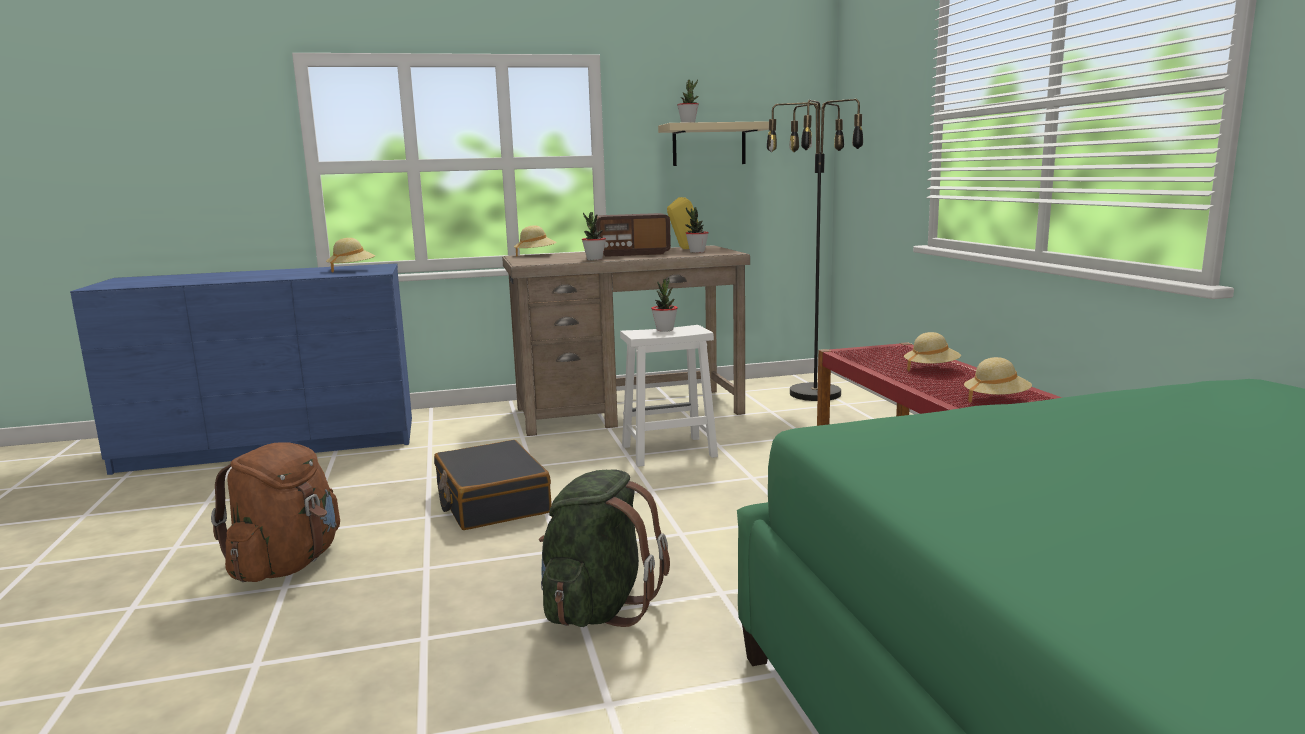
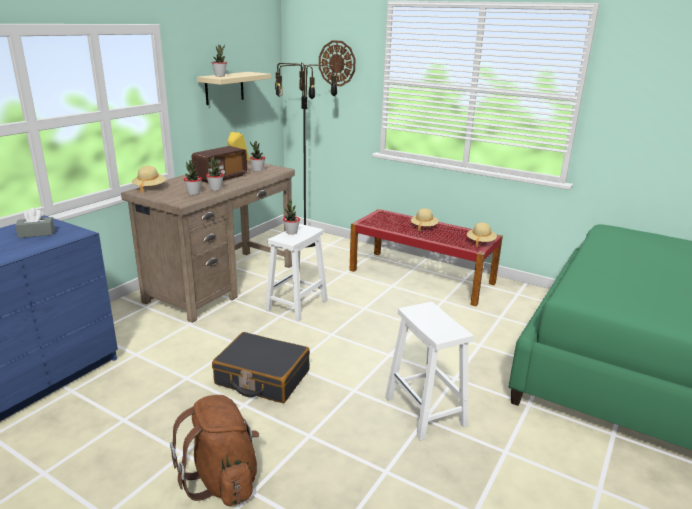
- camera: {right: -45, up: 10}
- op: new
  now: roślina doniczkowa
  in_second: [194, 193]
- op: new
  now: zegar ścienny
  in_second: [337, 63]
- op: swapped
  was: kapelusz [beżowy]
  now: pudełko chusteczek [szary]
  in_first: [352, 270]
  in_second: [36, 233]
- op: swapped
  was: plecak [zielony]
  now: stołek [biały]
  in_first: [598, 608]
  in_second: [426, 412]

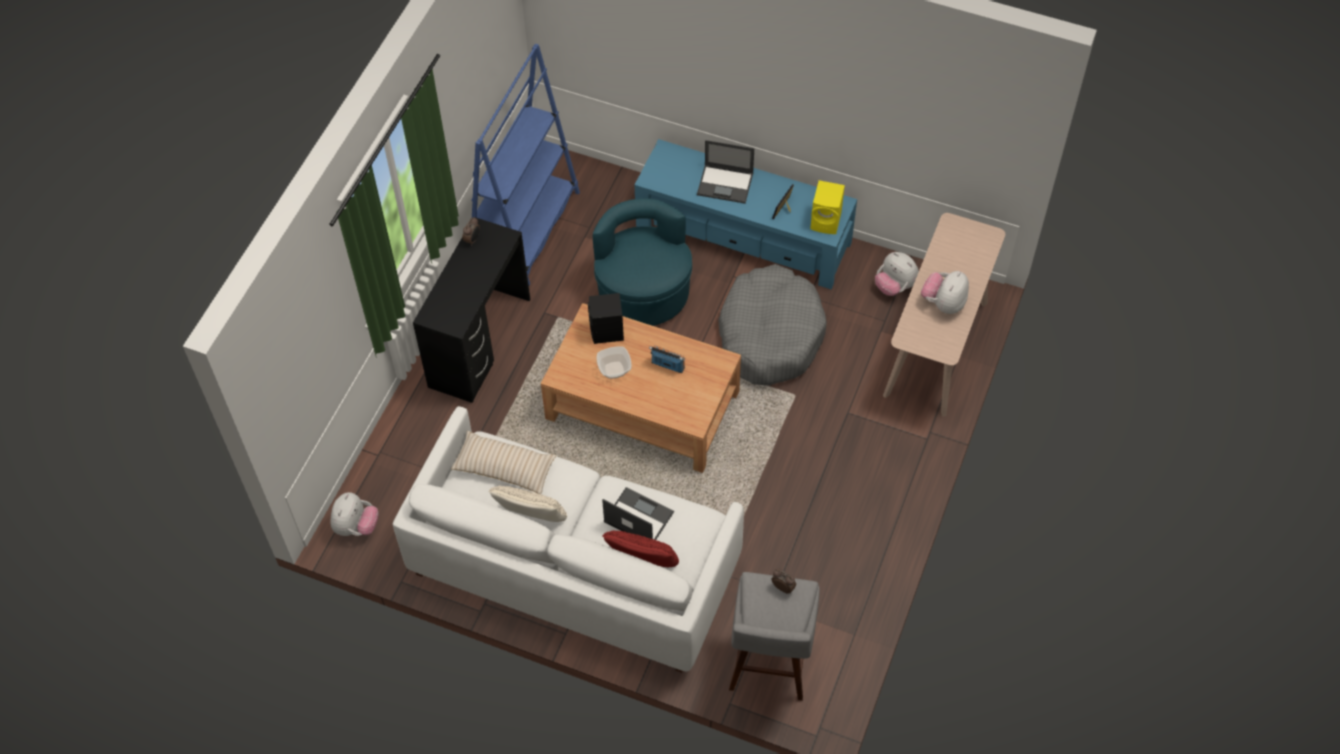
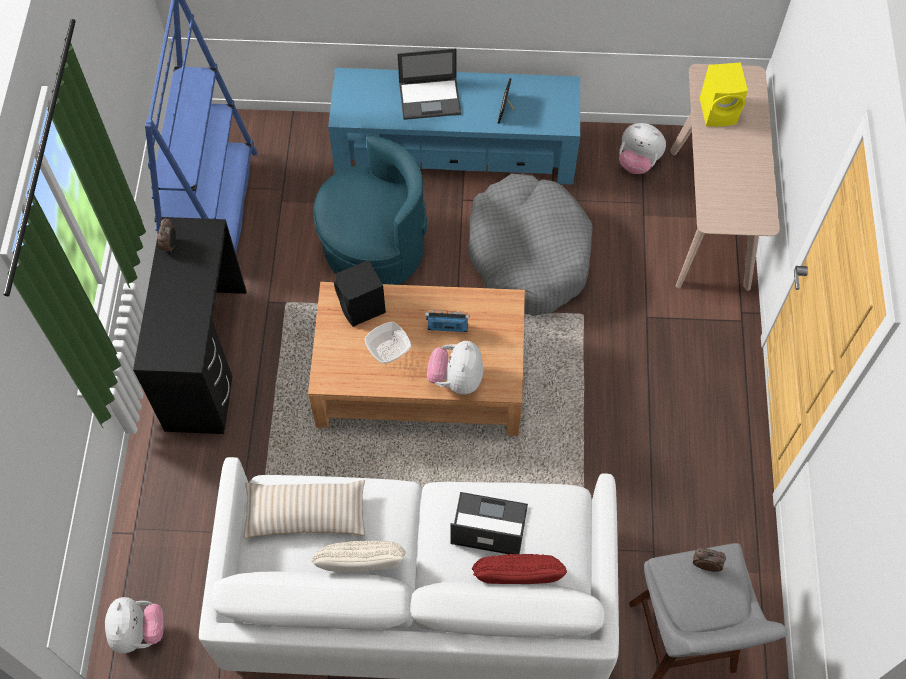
- camera: {right: -20, up: 5}
- op: shifted
  was: głośnik [żółty]
  in_first: [827, 221]
  in_second: [719, 111]
- op: shifted
  was: pluszak
  in_first: [943, 303]
  in_second: [456, 379]
- op: rotated
  was: fotel [turkusowy]
  in_first: [644, 295]
  in_second: [373, 249]
  clockwise: 105

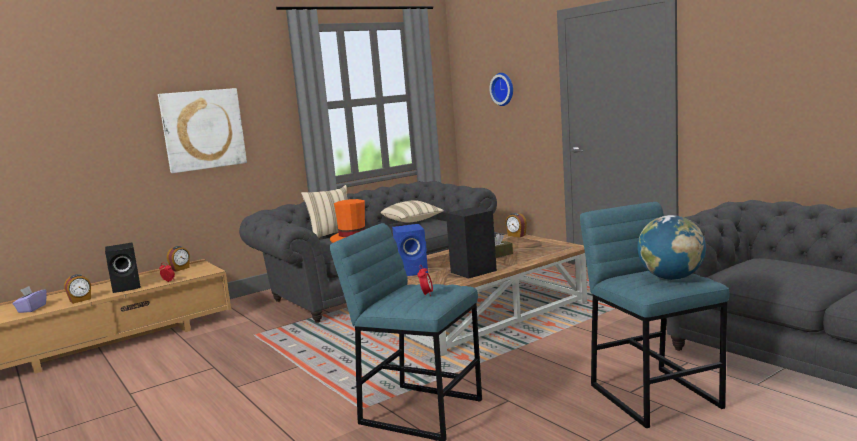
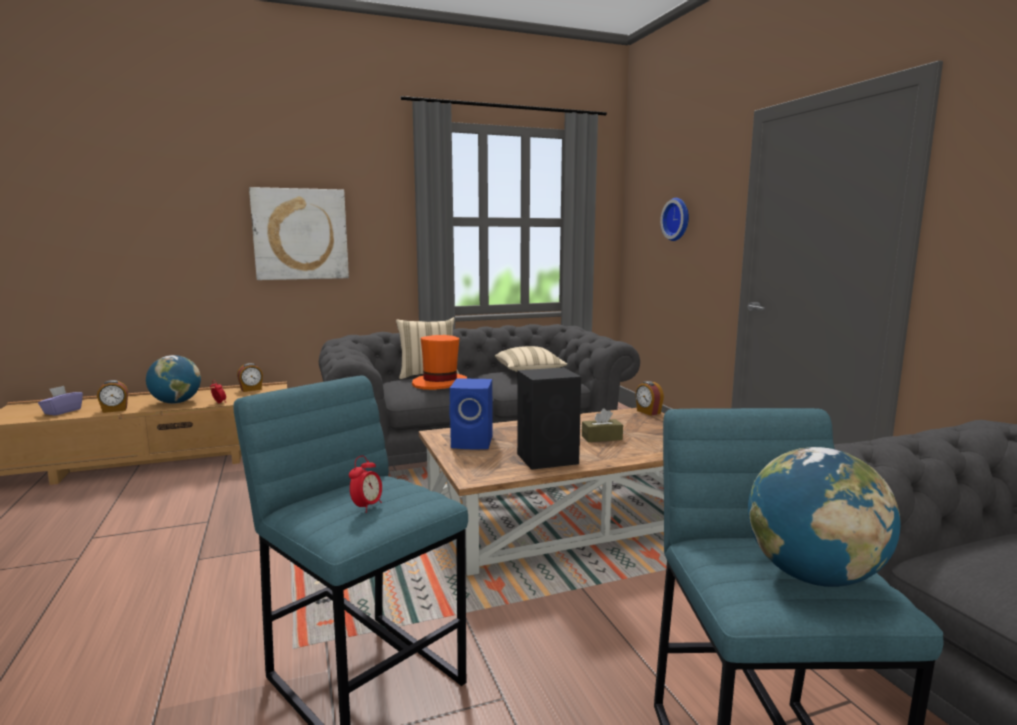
- camera: {right: 15, up: 0}
- op: swapped
  was: głośnik [czarny]
  now: globus
  in_first: [128, 287]
  in_second: [176, 402]

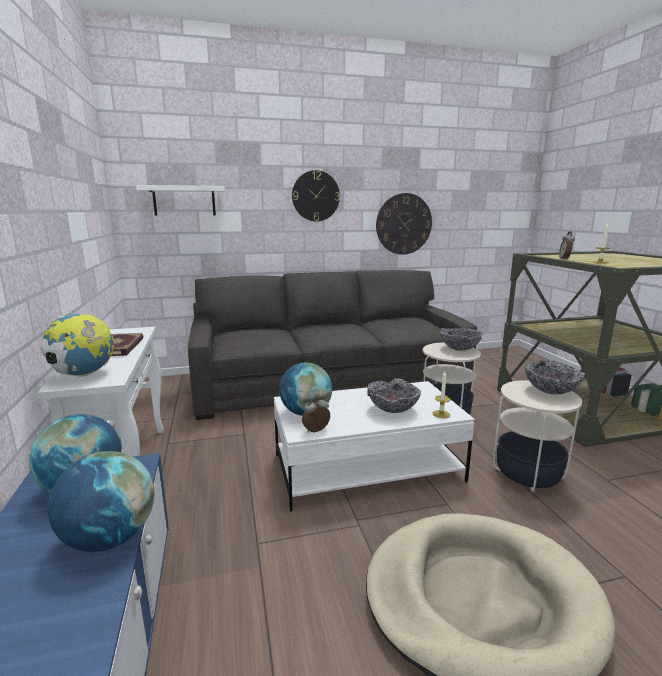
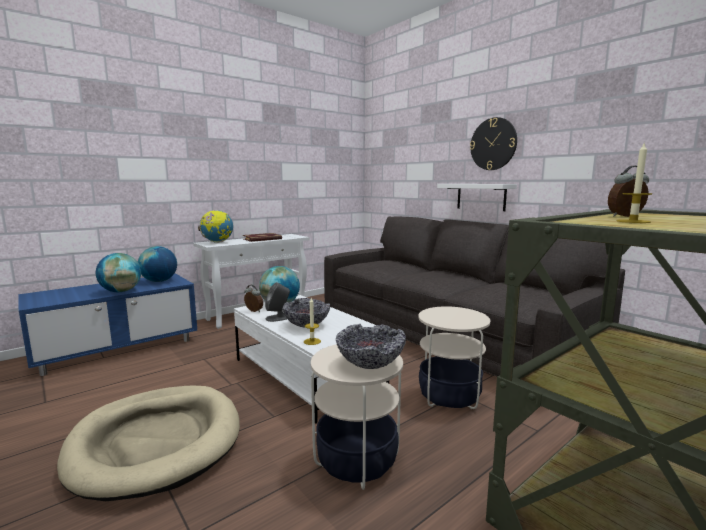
- camera: {right: 65, up: -5}
- op: gone
  was: zegar ścienny
  in_first: [404, 224]
- op: gone
  was: miska
  in_first: [459, 349]
- op: new
  now: głośnik [szary]
  in_second: [278, 318]
- op: shifted
  was: półka [biały]
  in_first: [184, 201]
  in_second: [481, 196]

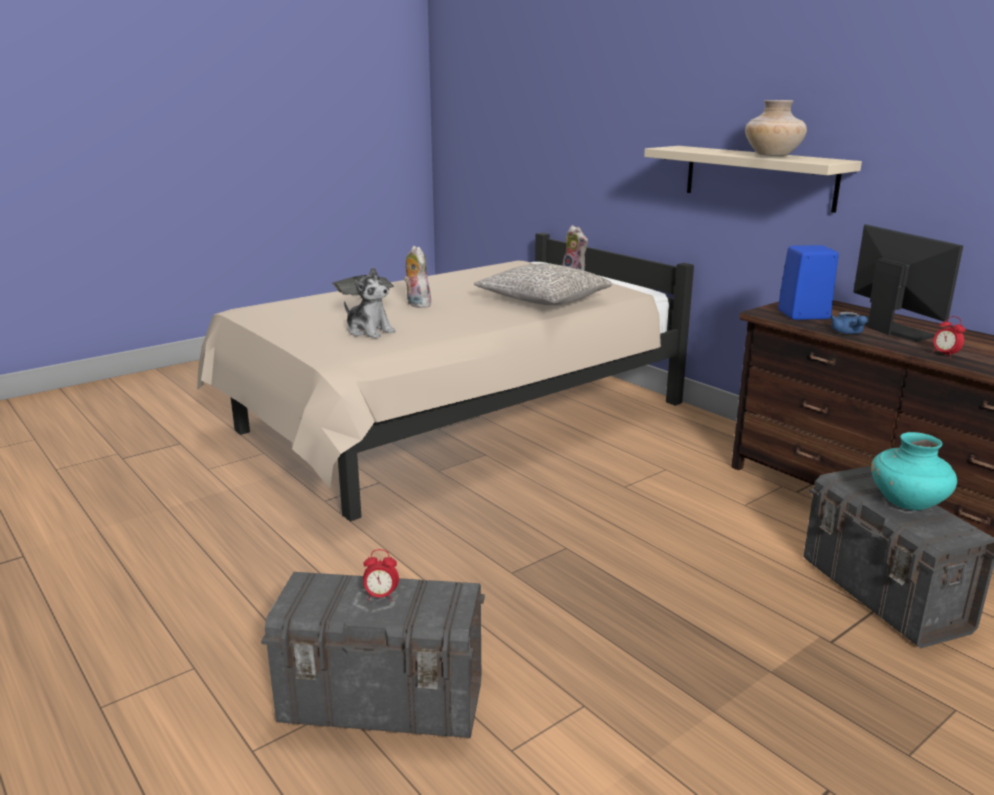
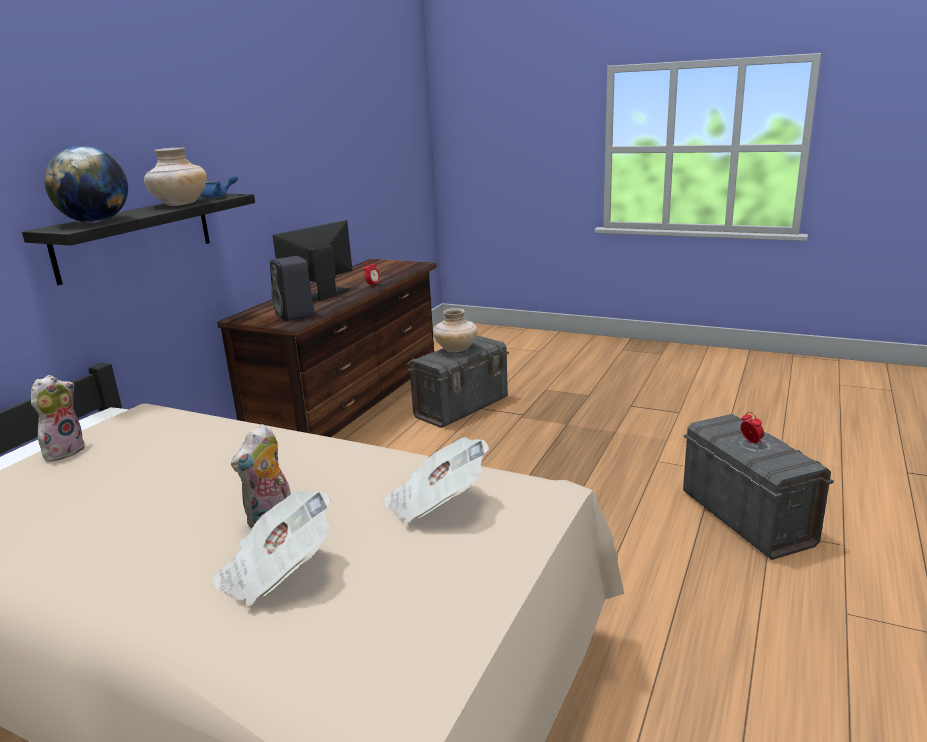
- camera: {right: -115, up: 0}
- op: gone
  was: poduszka [szary]
  in_first: [542, 300]
- op: new
  now: globus
  in_second: [96, 221]
- op: shifted
  was: imbryk [niebieski]
  in_first: [848, 333]
  in_second: [218, 196]
- op: swapped
  was: pluszak
  now: gazeta
  in_first: [369, 331]
  in_second: [436, 503]
- op: repainted
  was: półka [beżowy]
  now: półka [czarny]
  in_first: [759, 177]
  in_second: [135, 236]
- op: repainted
  was: głośnik [niebieski]
  now: głośnik [czarny]
  in_first: [802, 315]
  in_second: [296, 315]
- op: repainted
  was: wazon [turkusowy]
  now: wazon [beżowy]
  in_first: [908, 503]
  in_second: [456, 349]

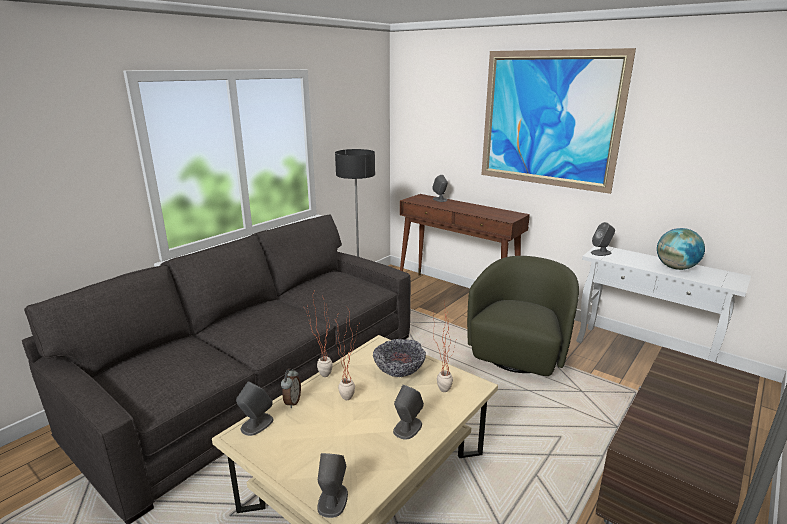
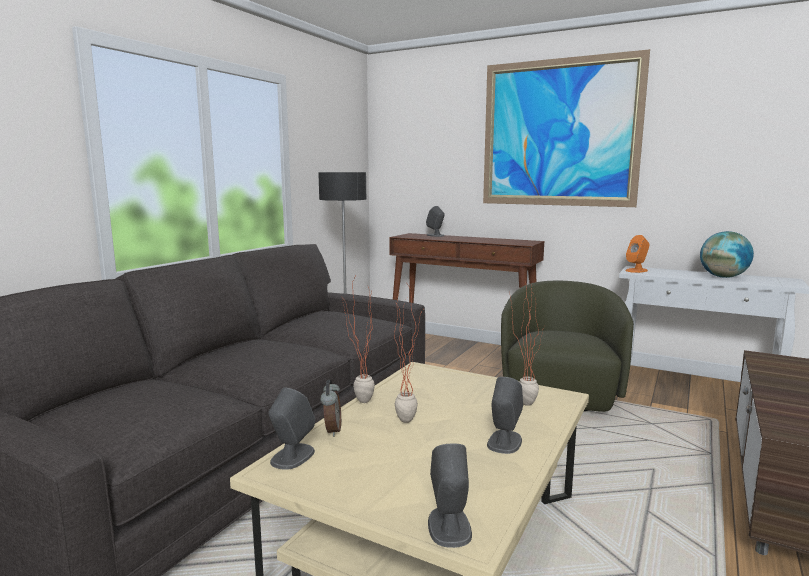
- camera: {right: -10, up: -10}
- op: gone
  was: miska
  in_first: [398, 371]
- op: repainted
  was: głośnik [szary]
  now: głośnik [pomarańczowy]
  in_first: [601, 252]
  in_second: [636, 270]

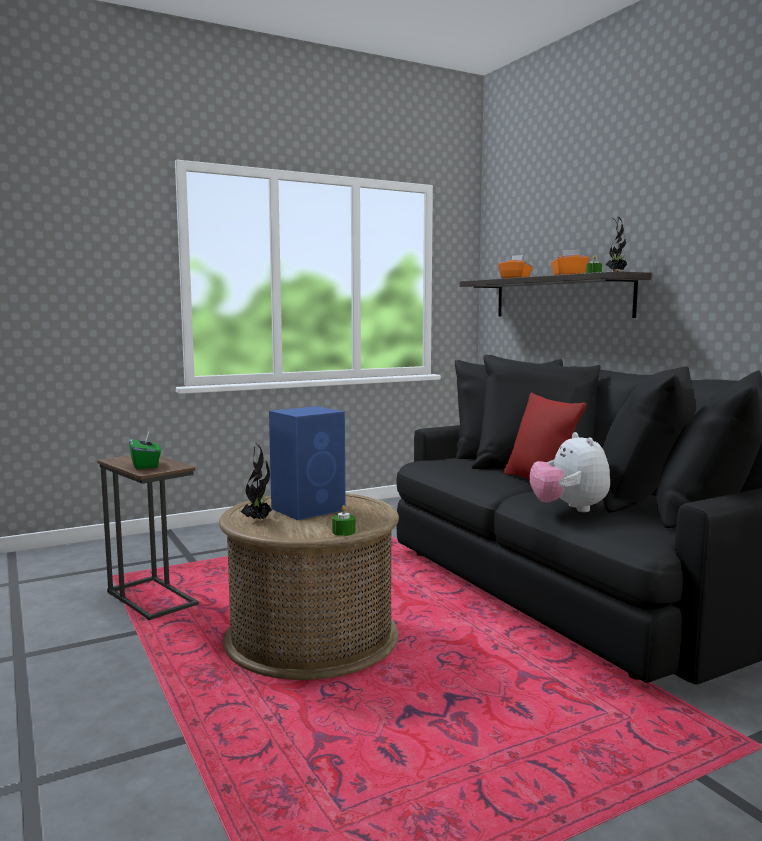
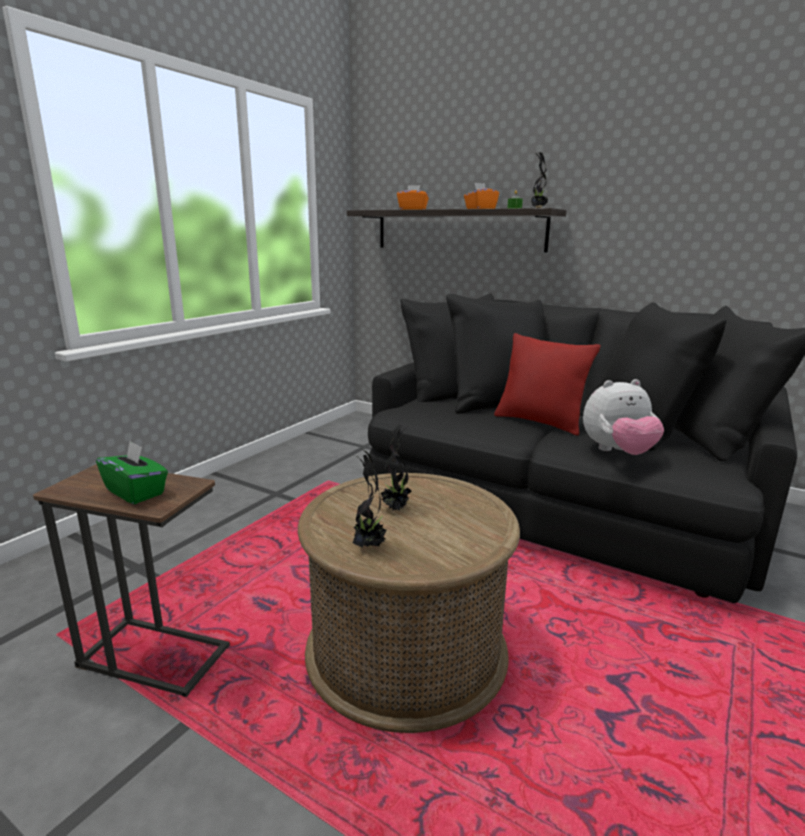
- camera: {right: -30, up: 10}
- op: gone
  was: świeca [zielony]
  in_first: [343, 532]
- op: swapped
  was: głośnik [niebieski]
  now: roślina doniczkowa
  in_first: [309, 509]
  in_second: [396, 509]
- op: rotated
  was: pluszak
  in_first: [569, 509]
  in_second: [618, 452]
  clockwise: -60

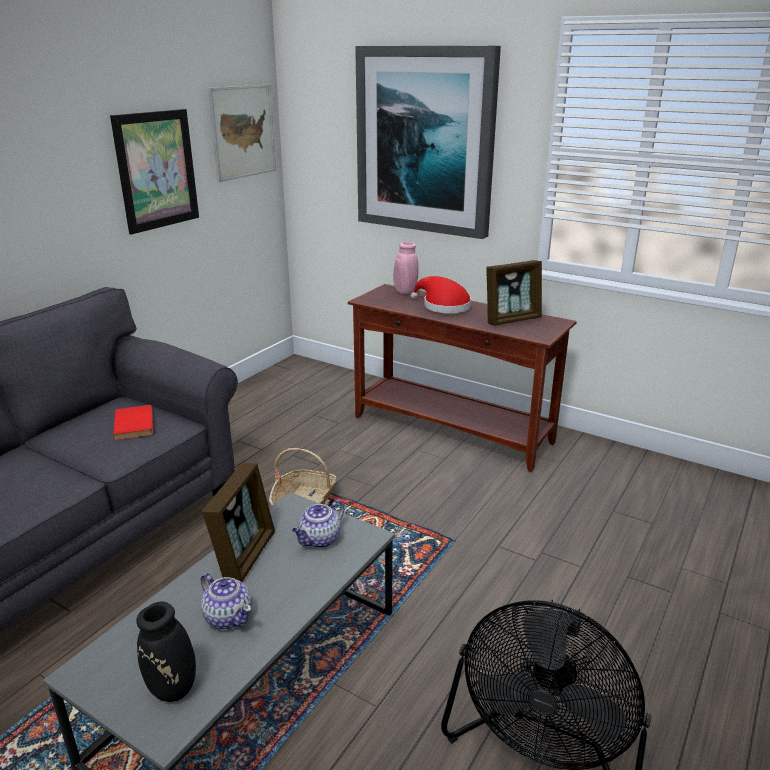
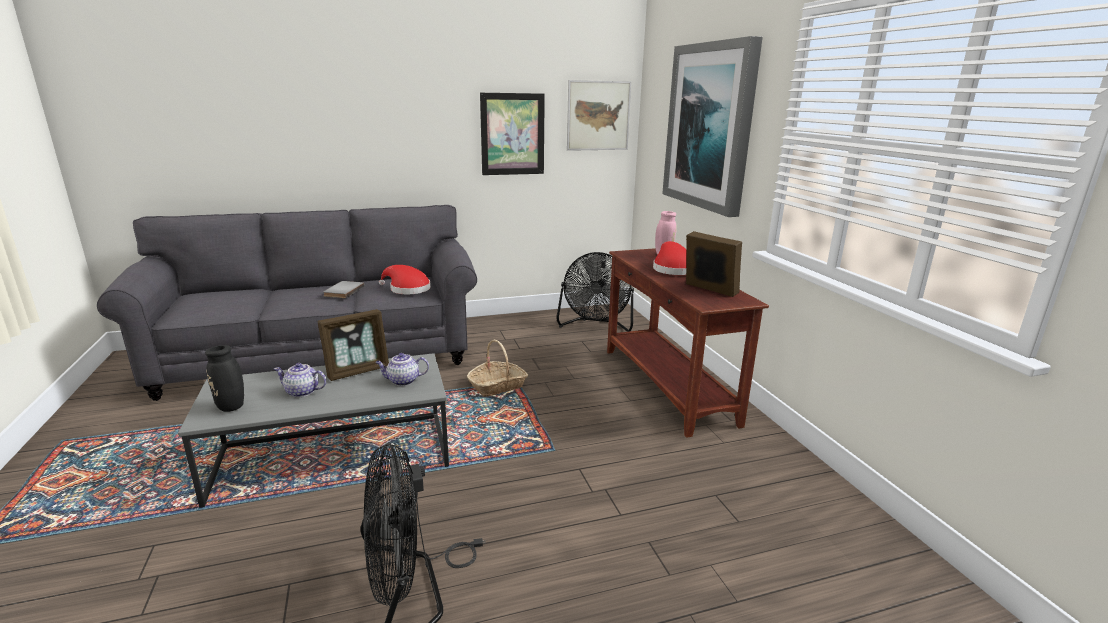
- camera: {right: 40, up: -5}
- op: new
  now: książka [szary]
  in_second: [342, 291]
- op: new
  now: wentylator [czarny]
  in_second: [593, 324]
- op: swapped
  was: książka [czerwony]
  now: kapelusz [czerwony]
  in_first: [136, 424]
  in_second: [407, 289]
- op: rotated
  was: imbryk
  in_first: [228, 616]
  in_second: [302, 392]
  clockwise: 105
- op: rotated
  was: ramka na zdjęcie
  in_first: [512, 320]
  in_second: [709, 290]
  clockwise: -150

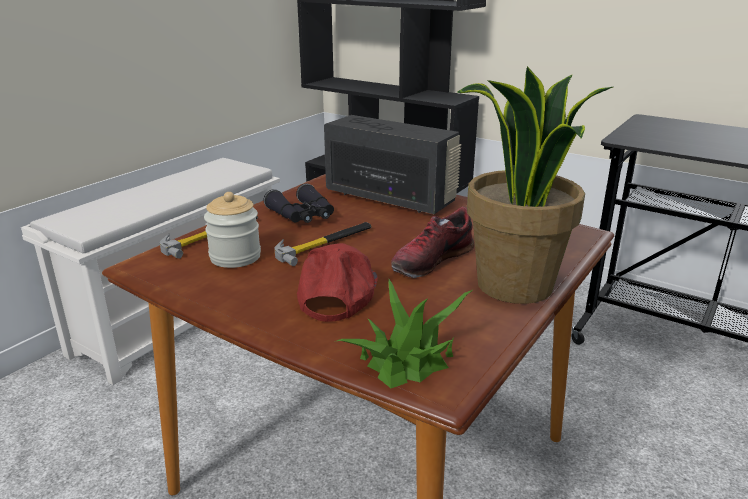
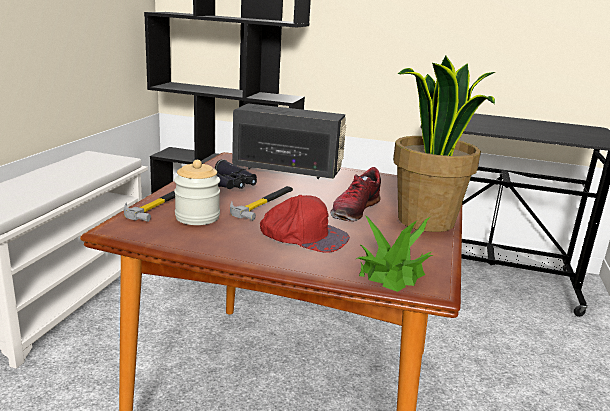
- camera: {right: -20, up: -5}
- op: rotated
  was: czapka z daszkiem [czerwony]
  in_first: [337, 292]
  in_second: [303, 235]
  clockwise: 120

